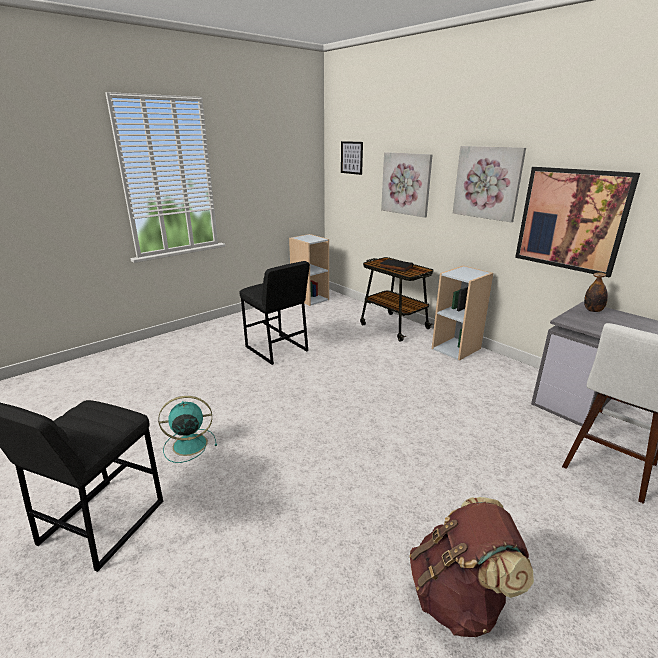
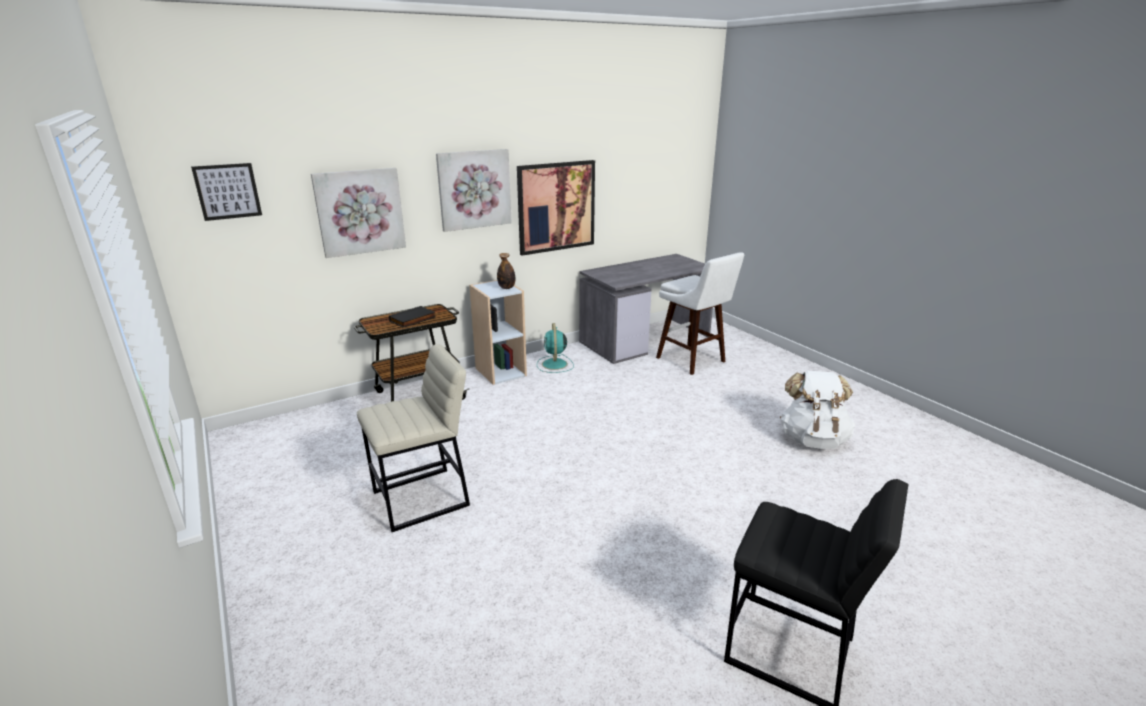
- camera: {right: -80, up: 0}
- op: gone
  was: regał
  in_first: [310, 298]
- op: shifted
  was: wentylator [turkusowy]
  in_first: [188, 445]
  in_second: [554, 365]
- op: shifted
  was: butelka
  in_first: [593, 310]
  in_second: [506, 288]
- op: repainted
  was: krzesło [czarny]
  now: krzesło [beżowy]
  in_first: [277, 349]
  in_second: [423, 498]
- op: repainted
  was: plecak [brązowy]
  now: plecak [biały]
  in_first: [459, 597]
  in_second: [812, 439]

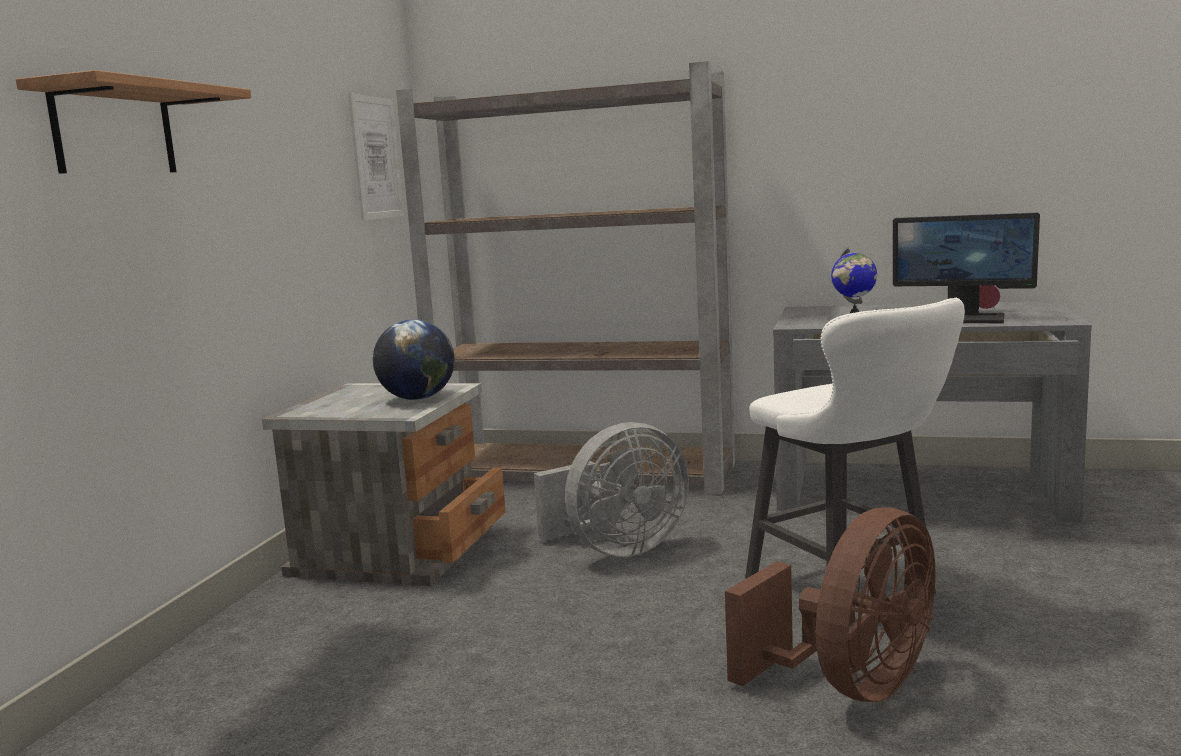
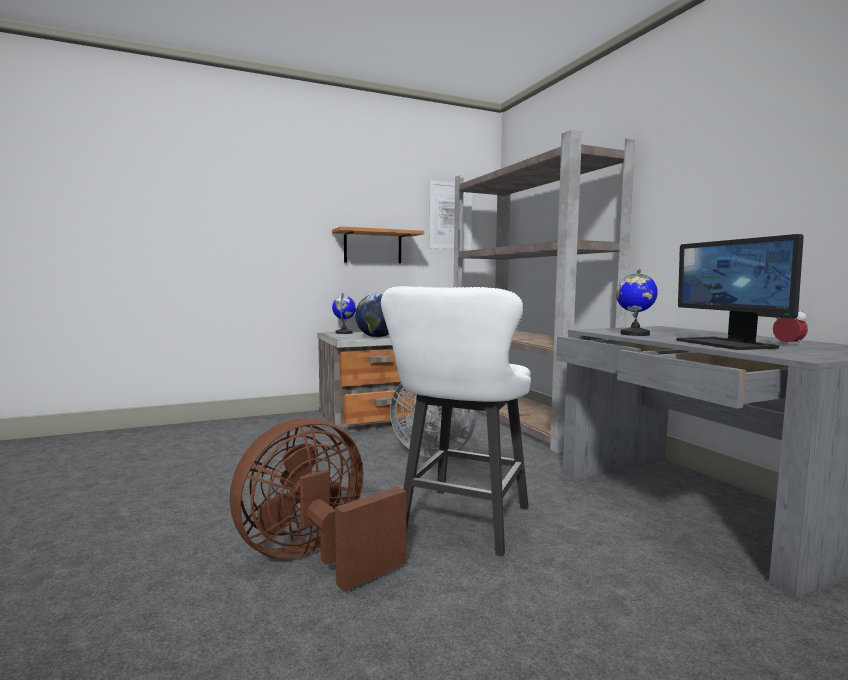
- camera: {right: 50, up: -5}
- op: new
  now: globus
  in_second: [344, 333]
- op: shifted
  was: półka
  in_first: [114, 130]
  in_second: [373, 247]
- op: rotated
  was: wentylator [brązowy]
  in_first: [852, 686]
  in_second: [316, 558]
  clockwise: 135

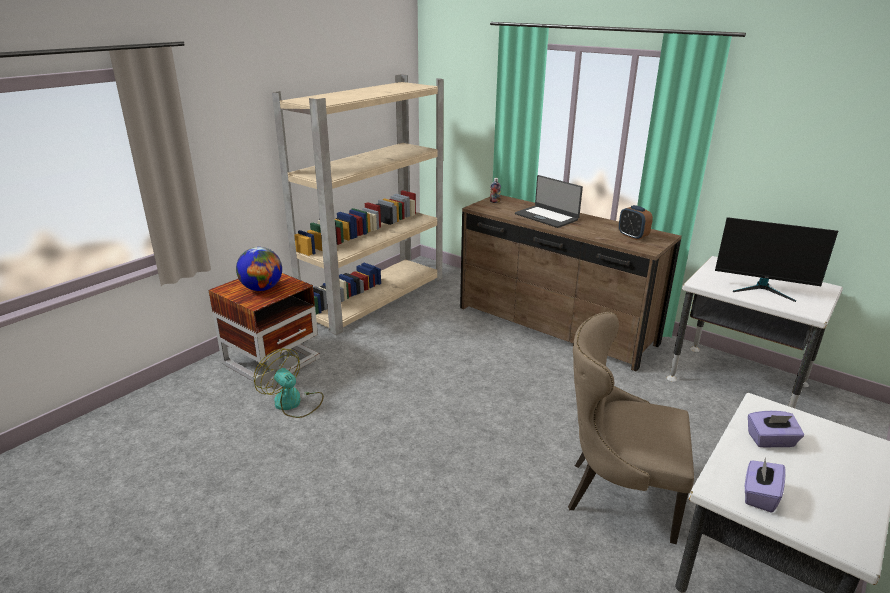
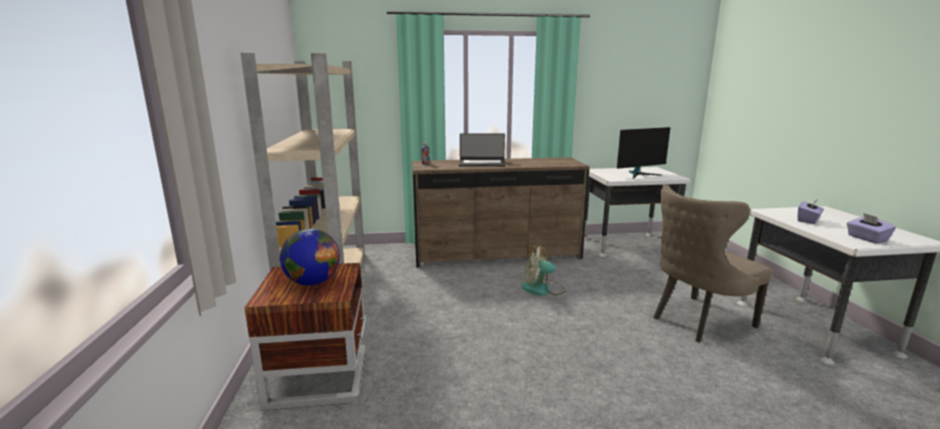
- camera: {right: -45, up: -10}
- op: gone
  was: budzik
  in_first: [632, 236]
- op: shifted
  was: wentylator
  in_first: [293, 403]
  in_second: [543, 289]

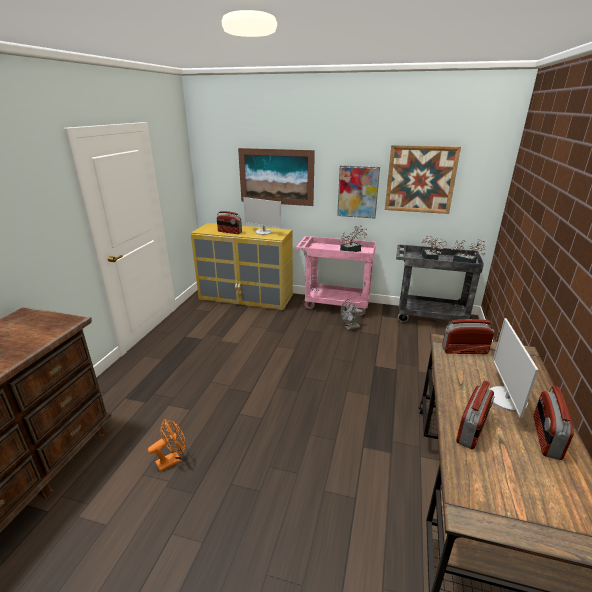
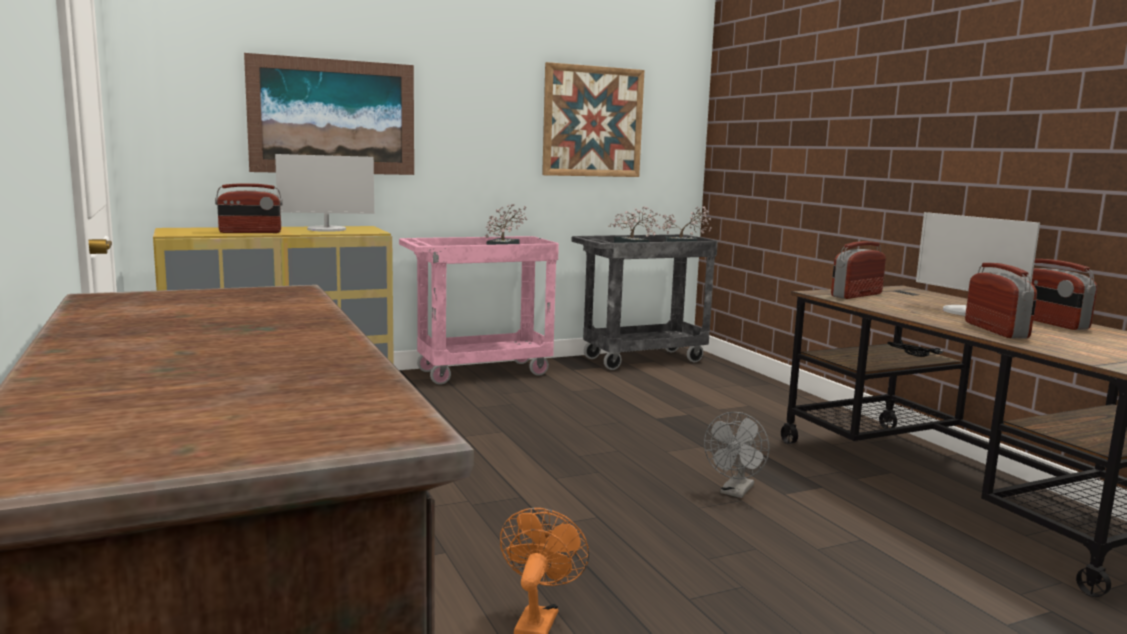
- camera: {right: -40, up: -15}
- op: gone
  was: obraz
  in_first: [358, 192]
- op: shifted
  was: wentylator [szary]
  in_first: [349, 327]
  in_second: [735, 492]

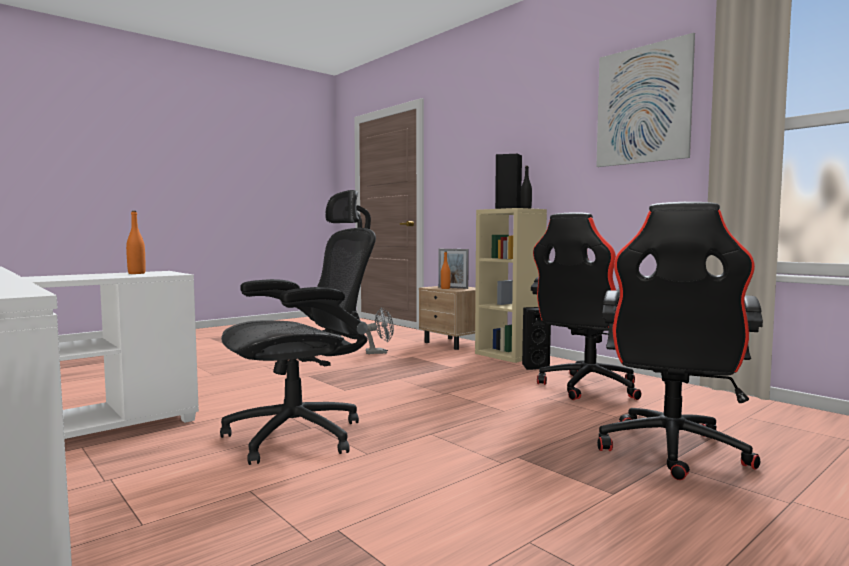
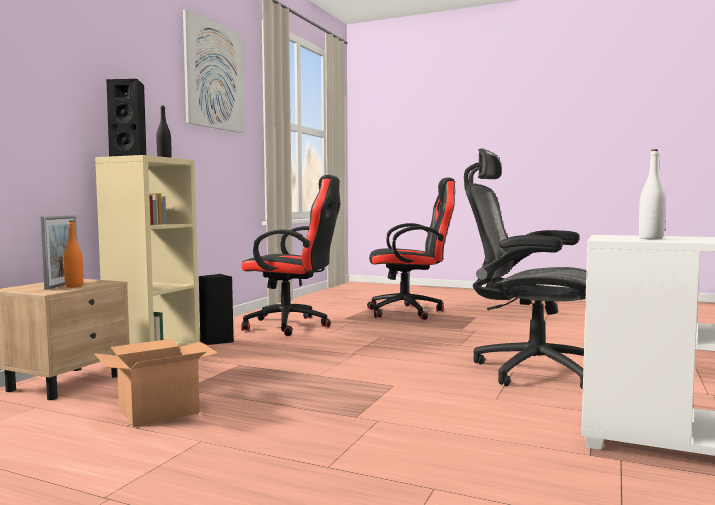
- camera: {right: -115, up: 0}
- op: swapped
  was: wentylator [szary]
  now: karton
  in_first: [380, 352]
  in_second: [157, 411]
- op: repainted
  was: butelka [pomarańczowy]
  now: butelka [biały]
  in_first: [136, 273]
  in_second: [651, 238]

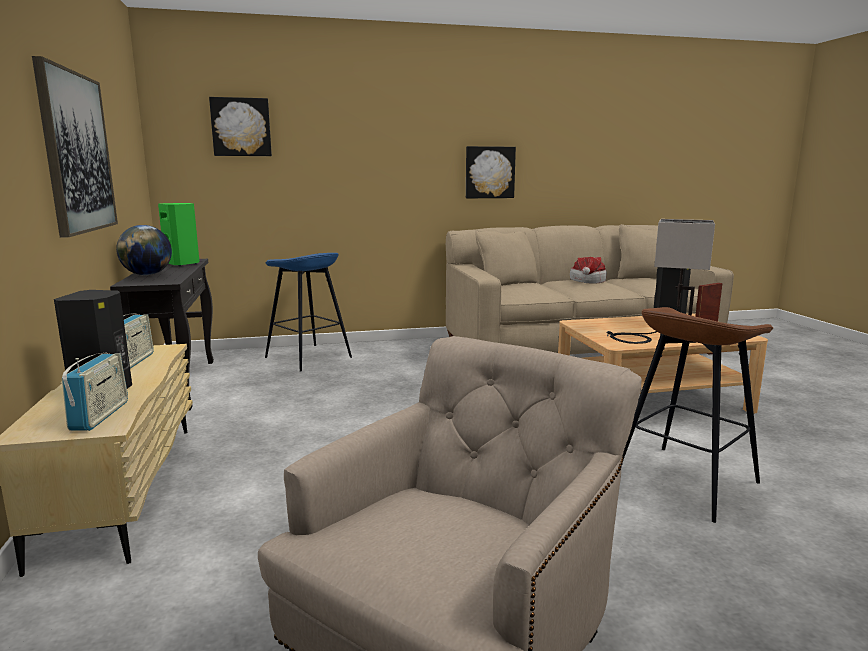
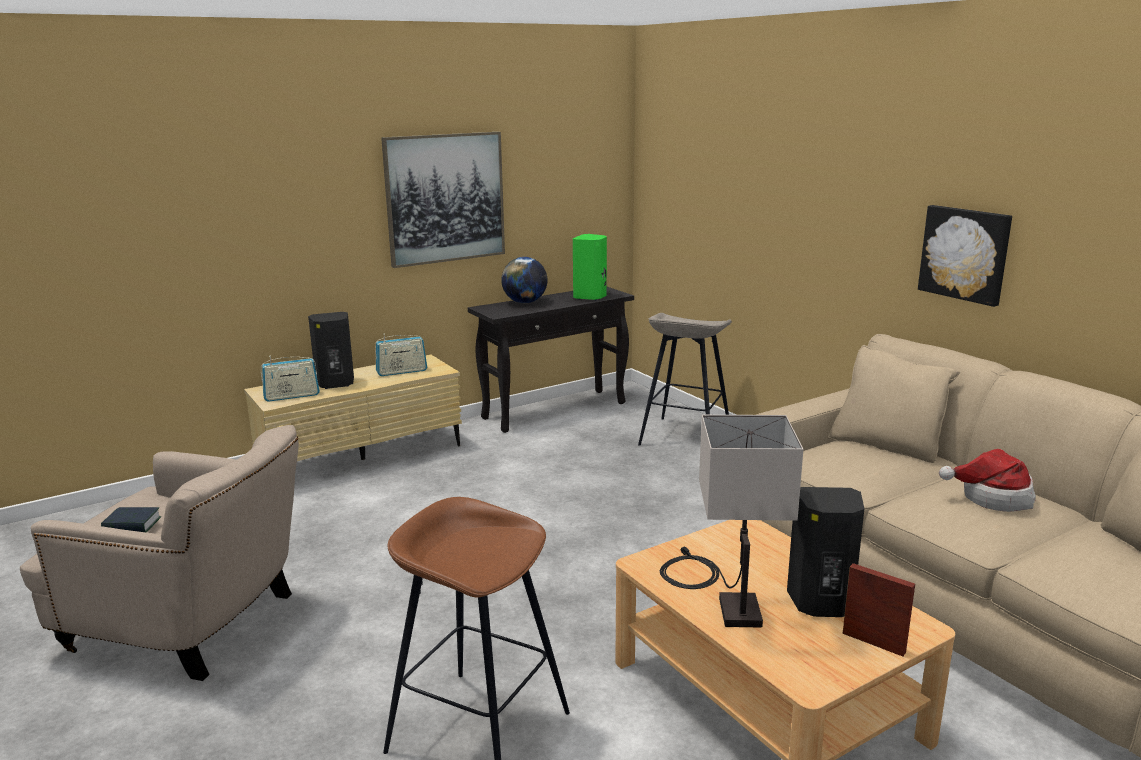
- camera: {right: 70, up: 5}
- op: gone
  was: obraz
  in_first: [241, 127]
- op: new
  now: książka
  in_second: [132, 525]
- op: repainted
  was: stołek [niebieski]
  now: stołek [szary]
  in_first: [308, 357]
  in_second: [684, 436]

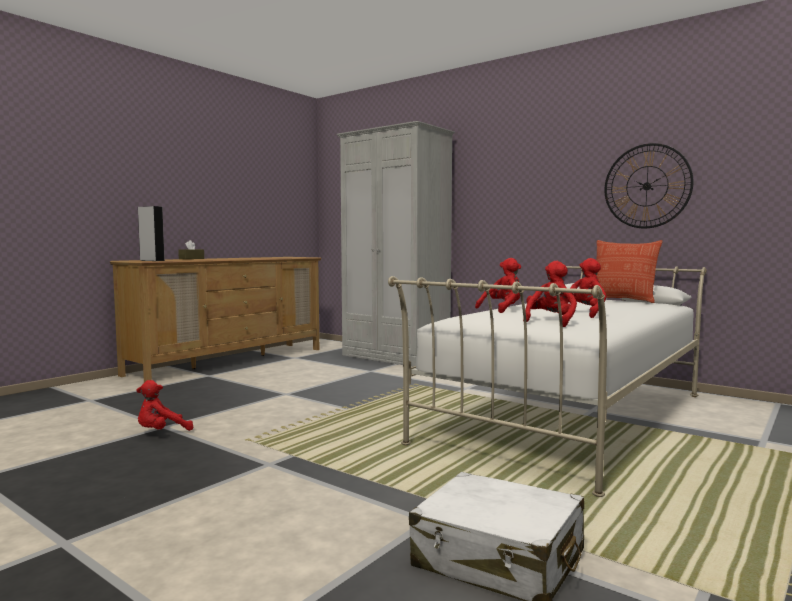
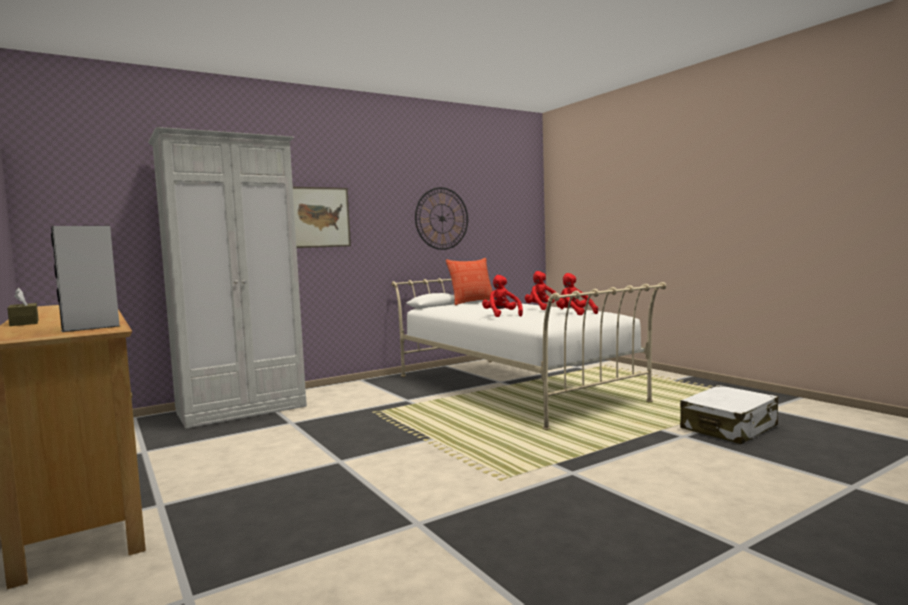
- camera: {right: -70, up: 0}
- op: gone
  was: pluszak [czerwony]
  in_first: [161, 432]
- op: new
  now: obraz
  in_second: [320, 217]

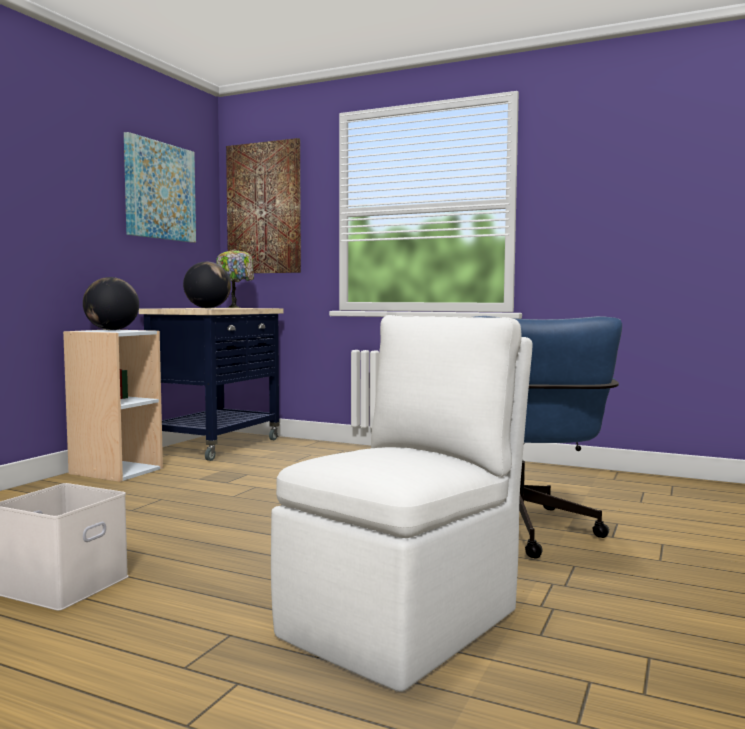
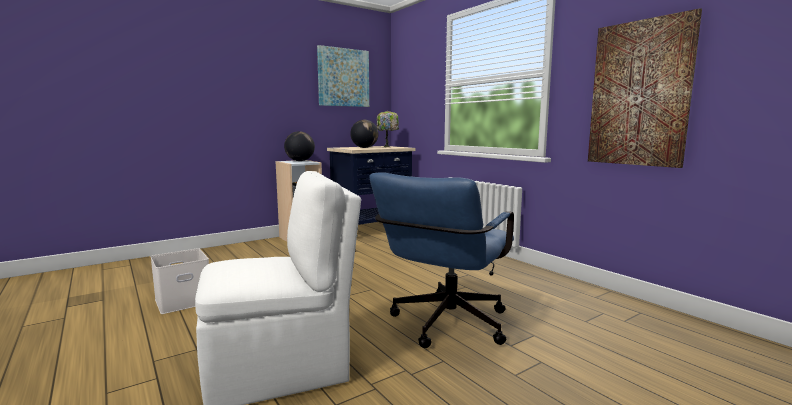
- camera: {right: 30, up: 5}
- op: shifted
  was: obraz
  in_first: [264, 208]
  in_second: [639, 94]

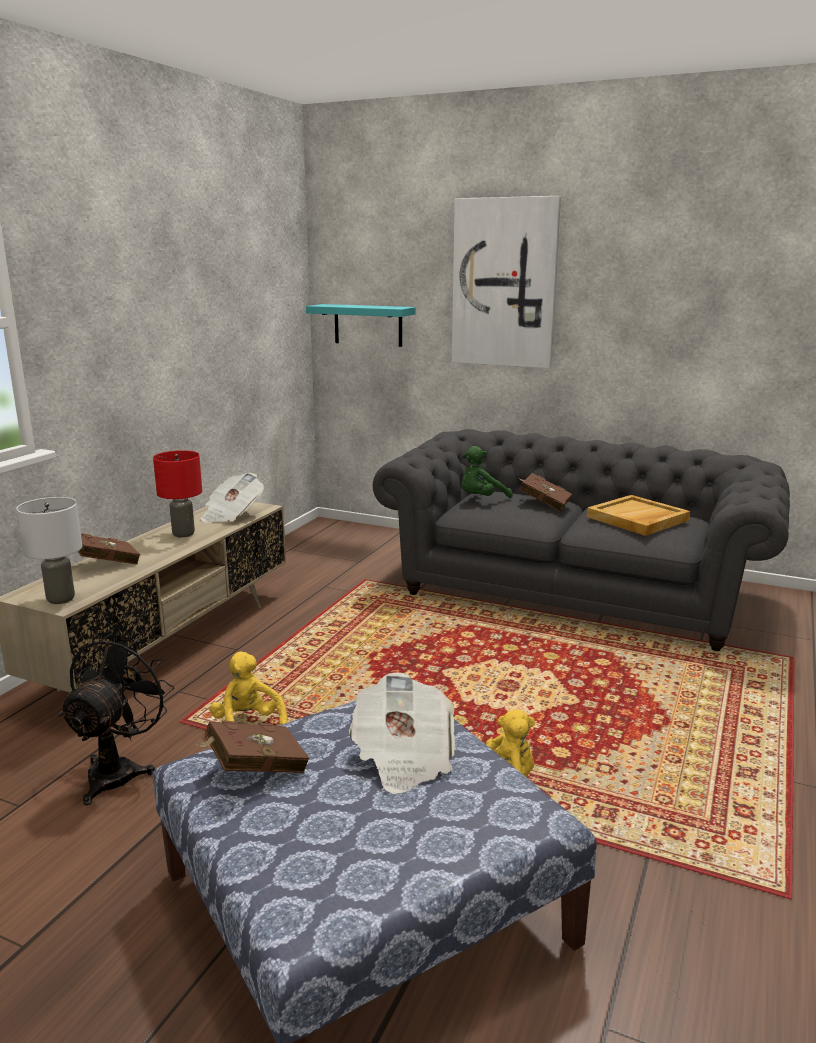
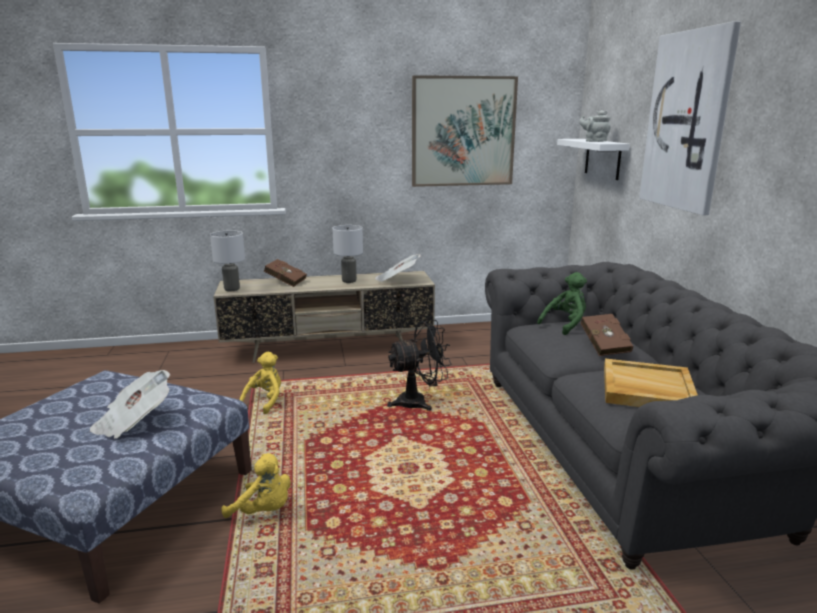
- camera: {right: 55, up: 0}
- op: gone
  was: książka [brązowy]
  in_first: [253, 769]
- op: new
  now: obraz
  in_second: [463, 132]
- op: new
  now: imbryk [szary]
  in_second: [594, 141]
- op: shifted
  was: wentylator [czarny]
  in_first: [119, 770]
  in_second: [419, 402]
- op: repainted
  was: lampa stołowa [czerwony]
  now: lampa stołowa [biały]
  in_first: [185, 534]
  in_second: [349, 281]
- op: repainted
  was: półka [turkusowy]
  now: półka [biały]
  in_first: [368, 325]
  in_second: [603, 158]
- op: rotated
  was: pluszak [zielony]
  in_first: [481, 499]
  in_second: [565, 325]
  clockwise: 120

